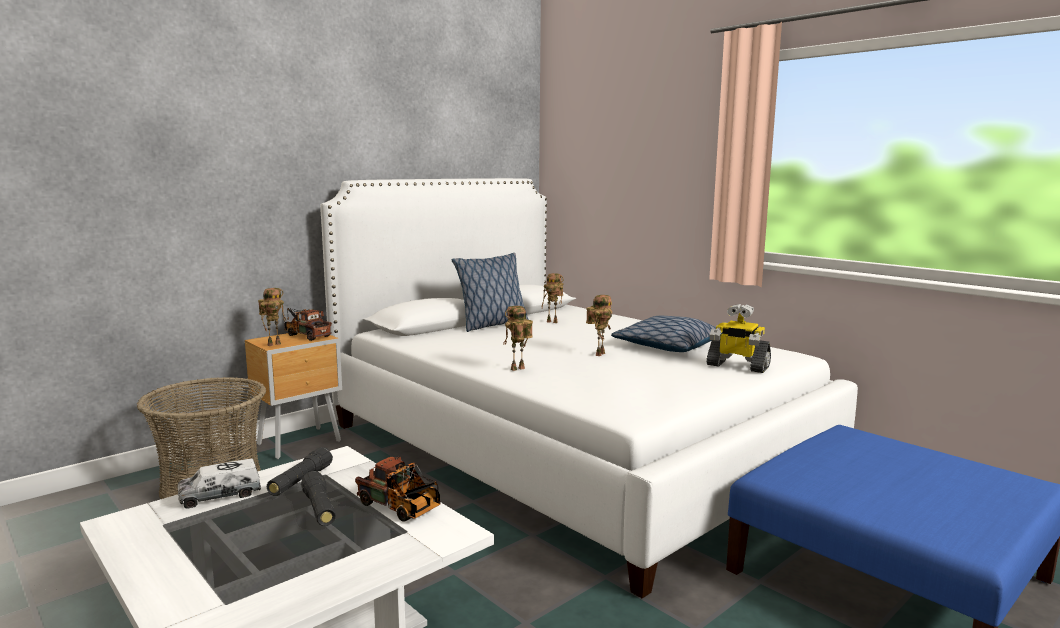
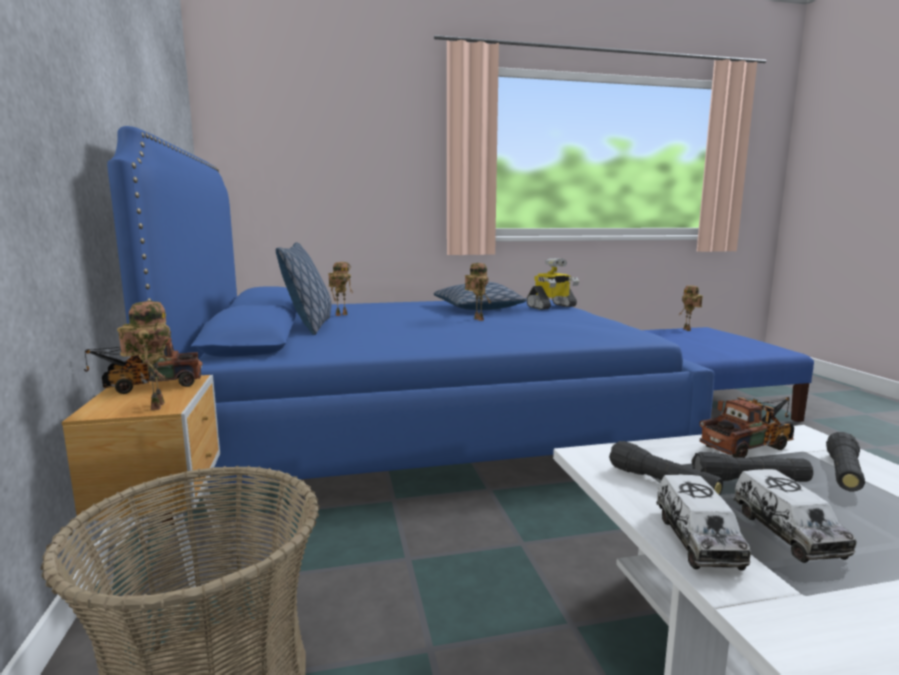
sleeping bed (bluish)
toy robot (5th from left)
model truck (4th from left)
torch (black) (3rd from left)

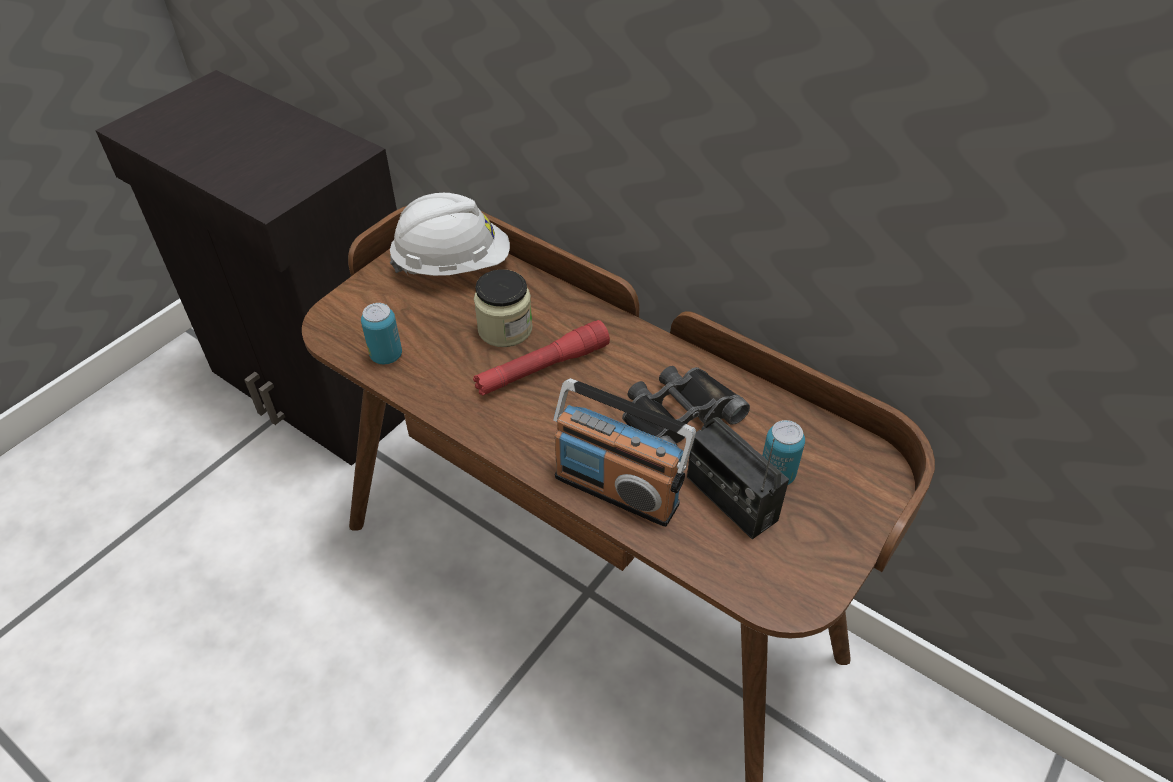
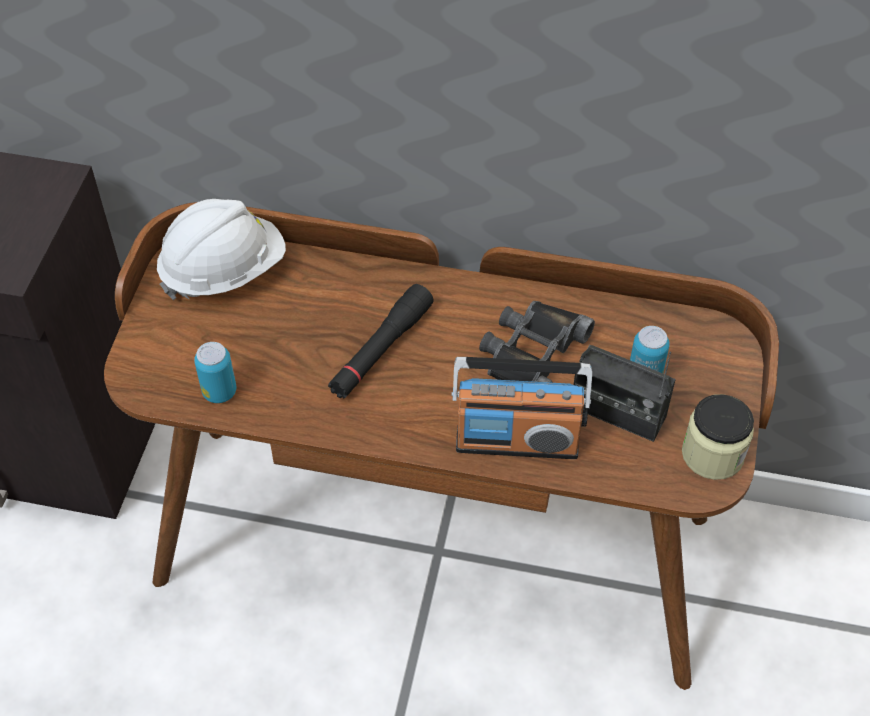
torch (black)
jar

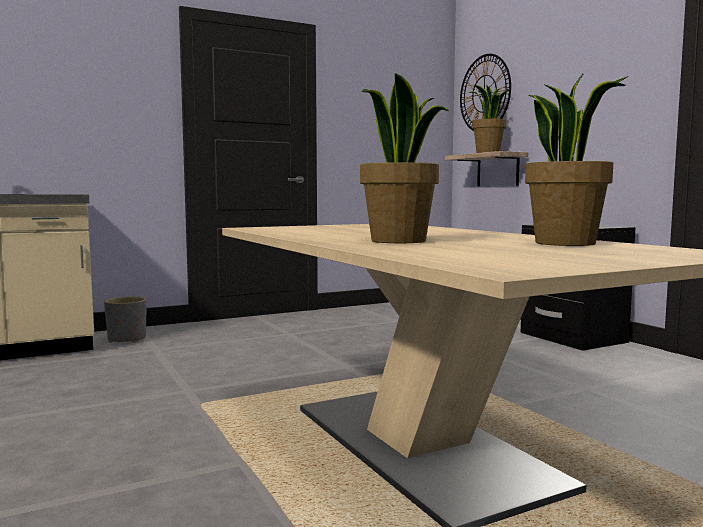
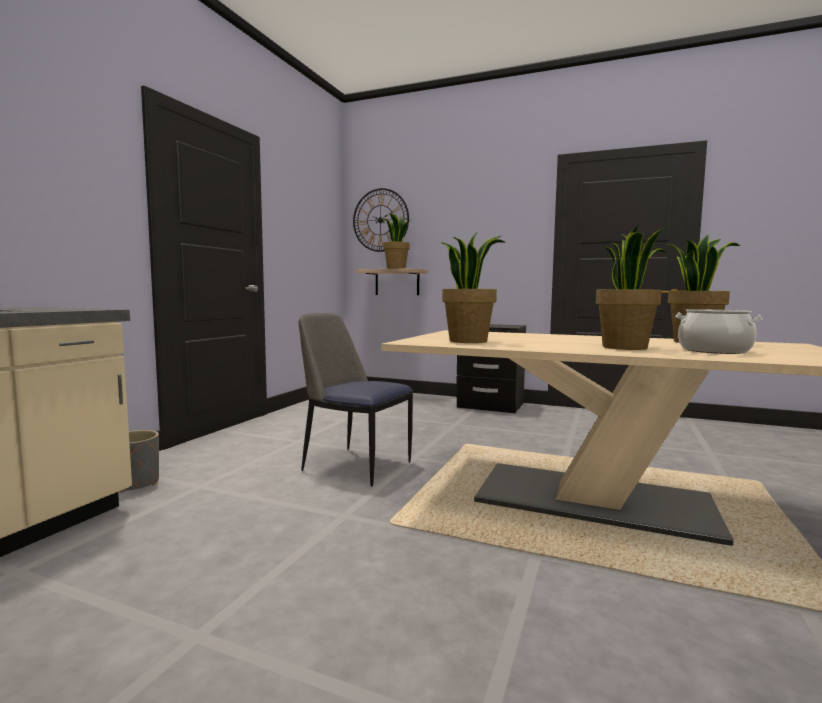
chair
houseplant (2nd from left)
stockpot

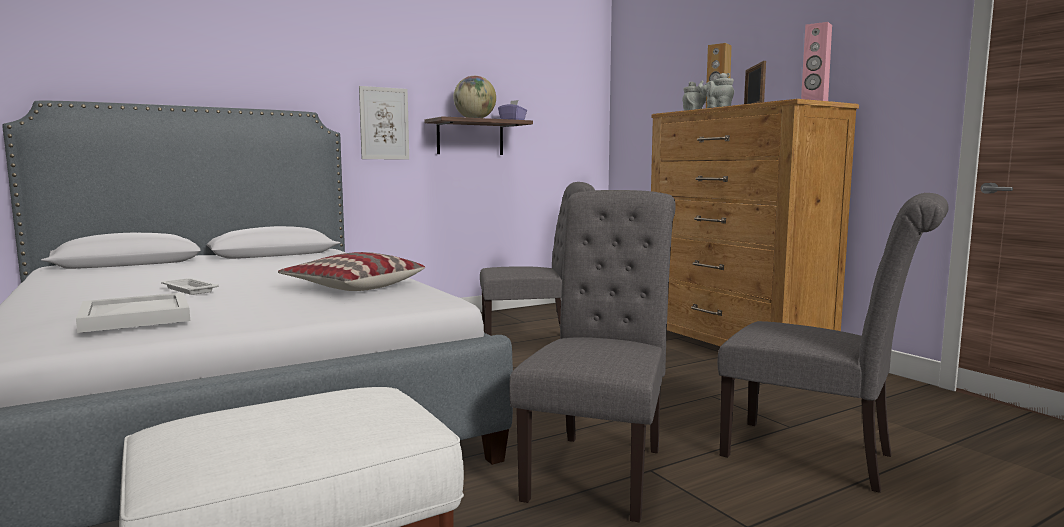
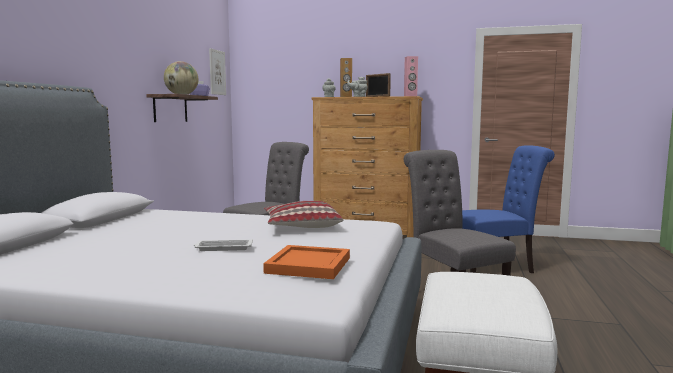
wall art
carrying tray (orange-coloured)
chair (bluish)

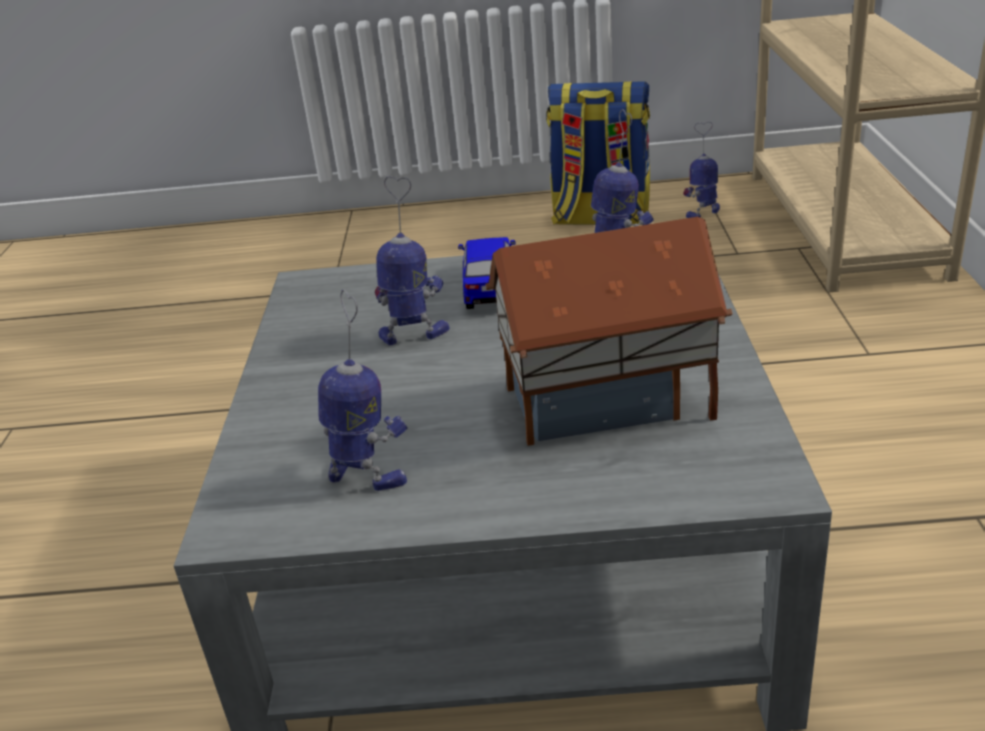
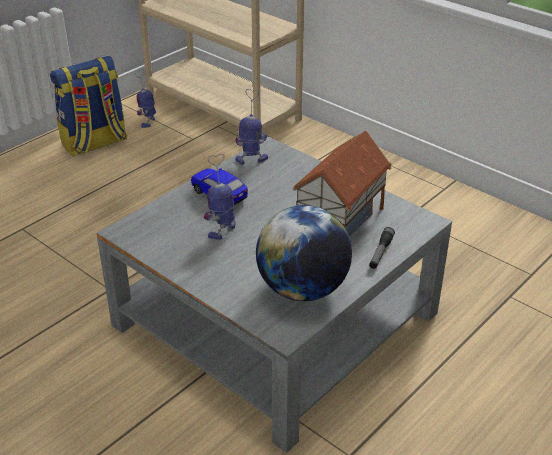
world globe
torch

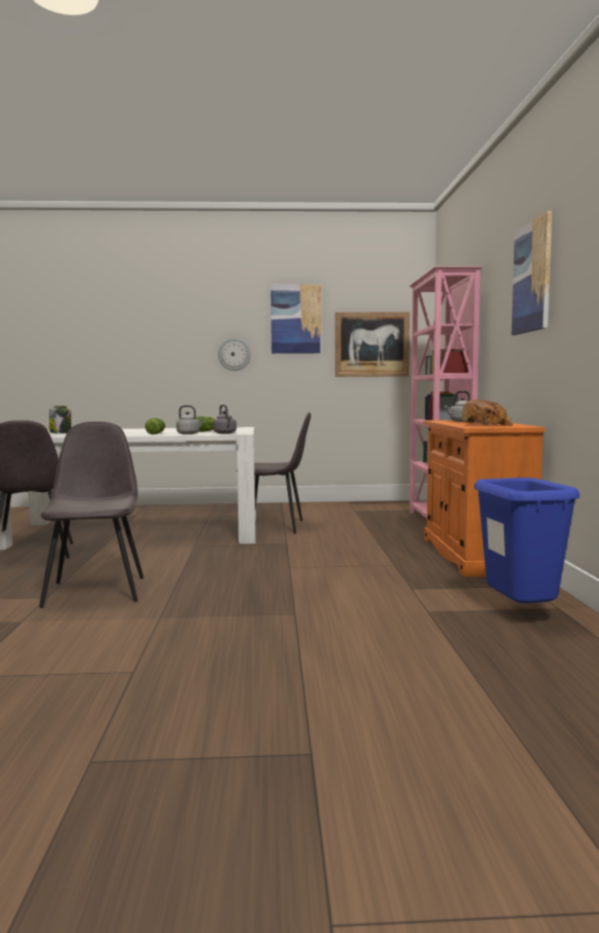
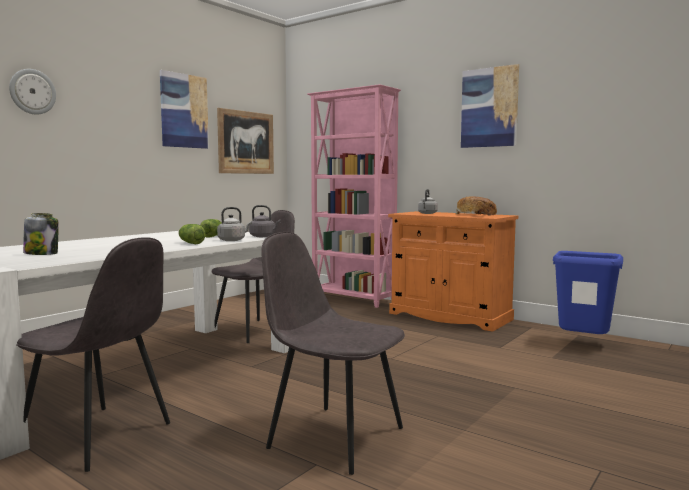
wall clock

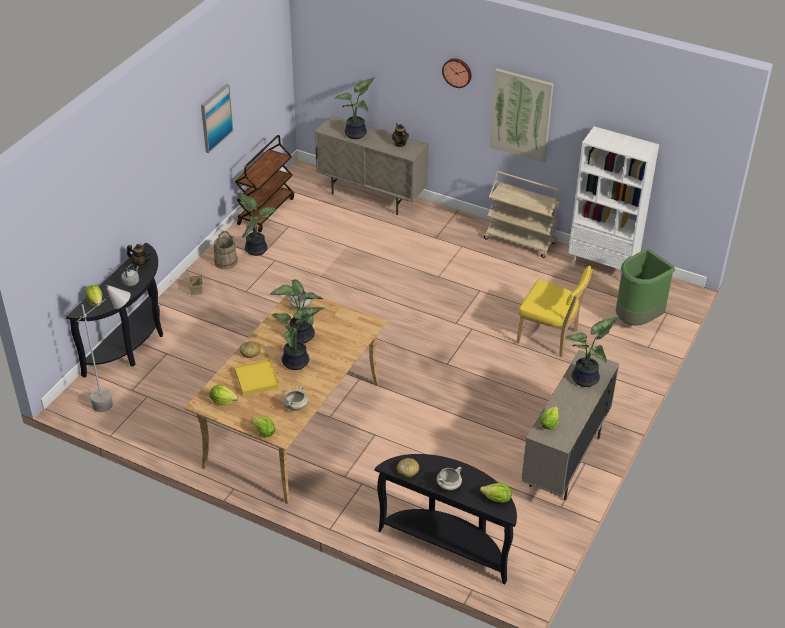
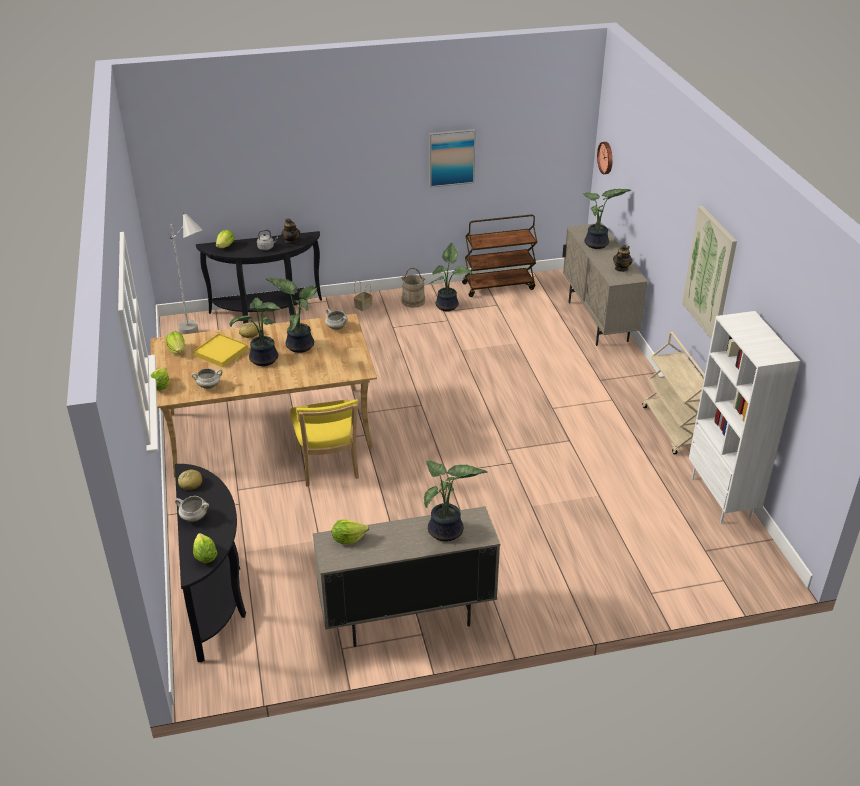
chair (yellowish)
wall clock
rubbish bin (green-coloured)

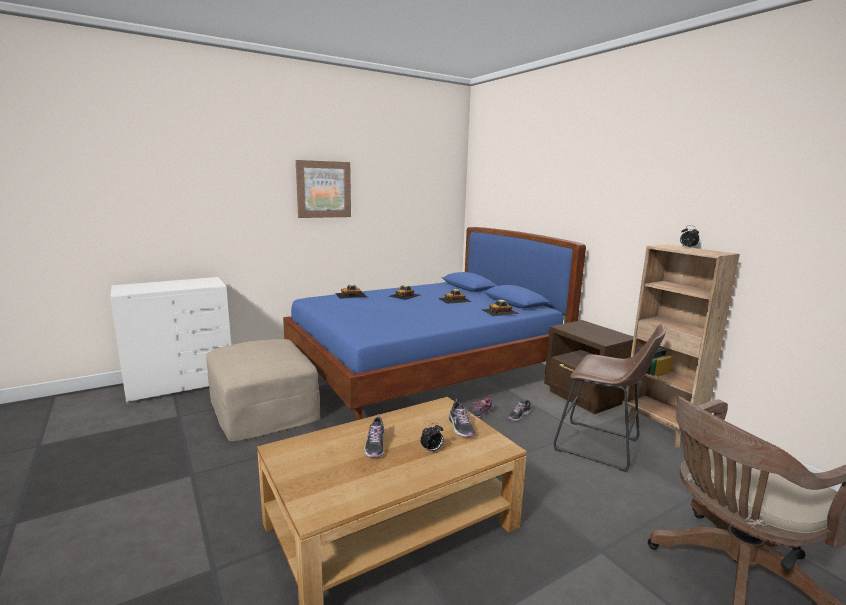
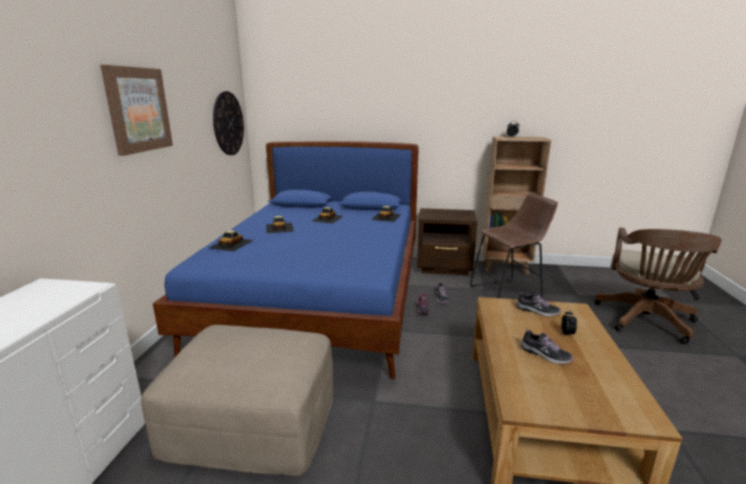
wall clock

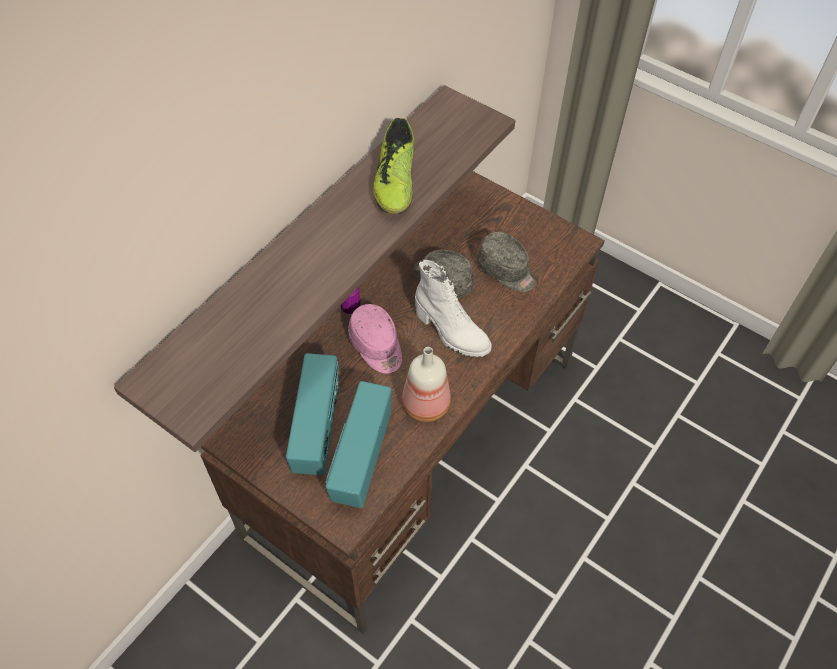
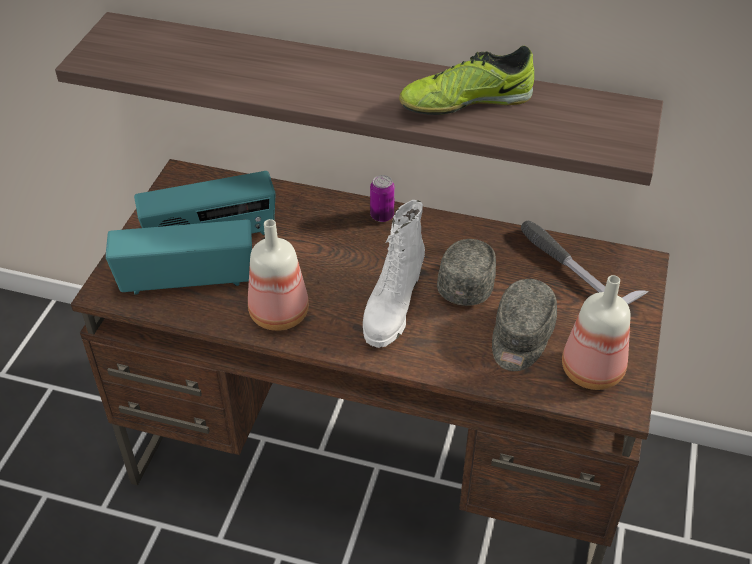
hammer
beverage bottle (2nd from left)
cap (pinkish)

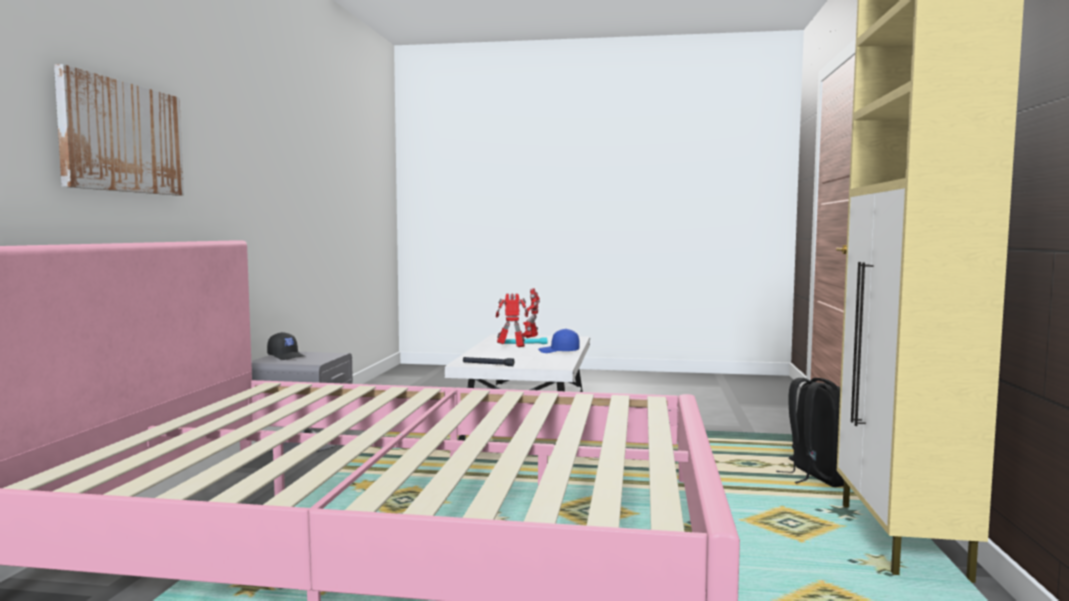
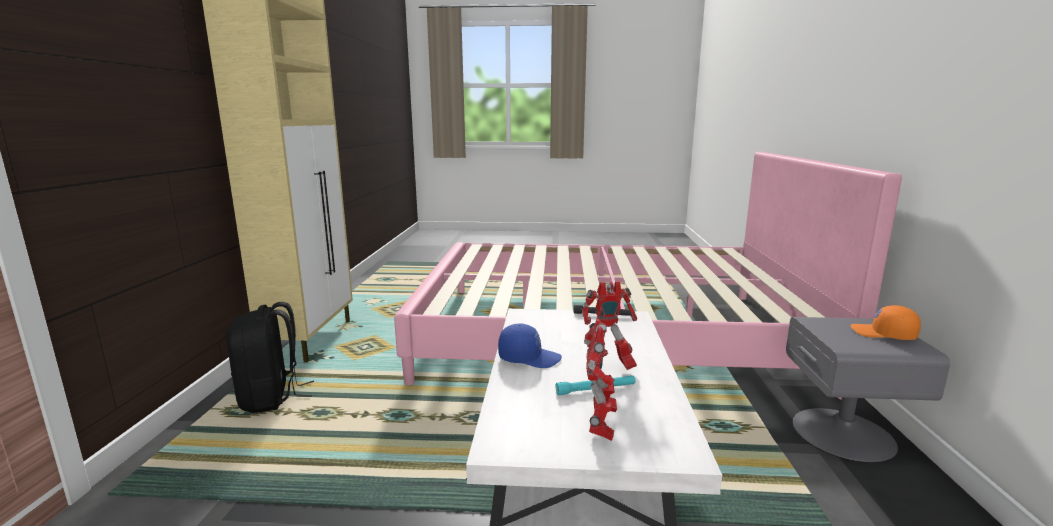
cap (orange-coloured)
wall art

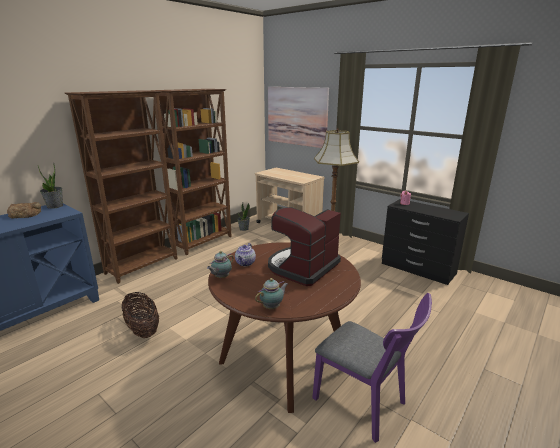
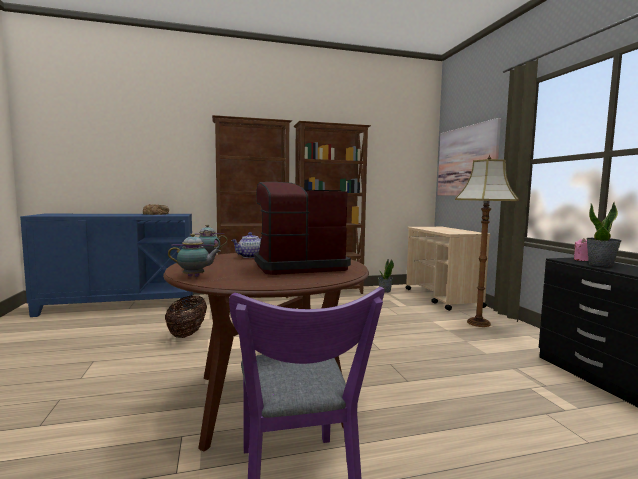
houseplant (2nd from left)

